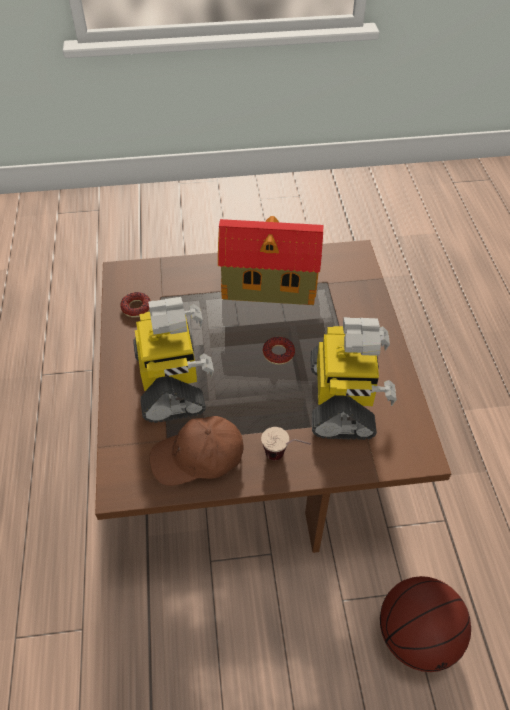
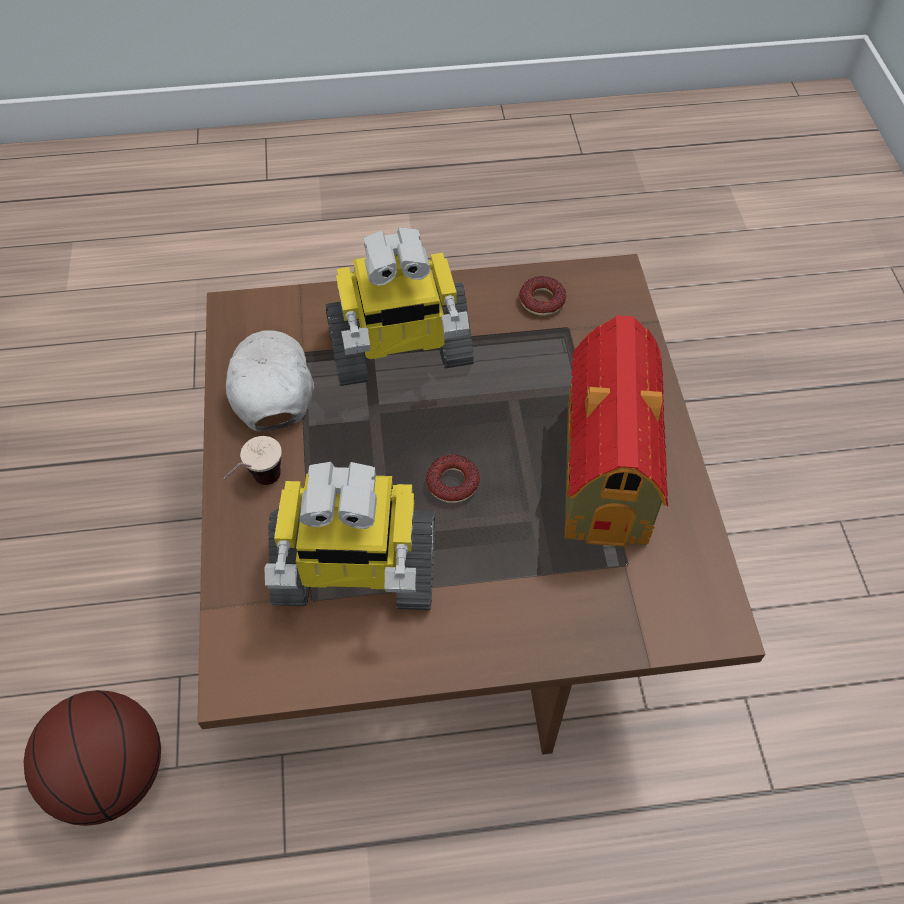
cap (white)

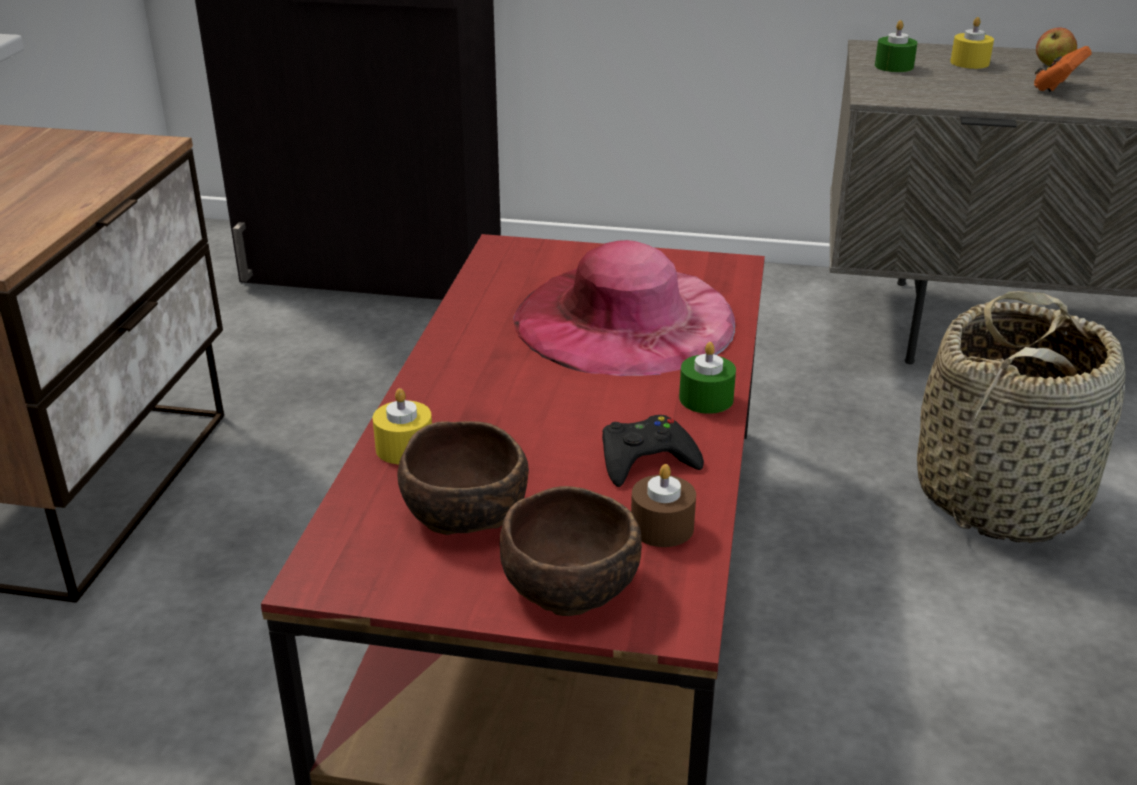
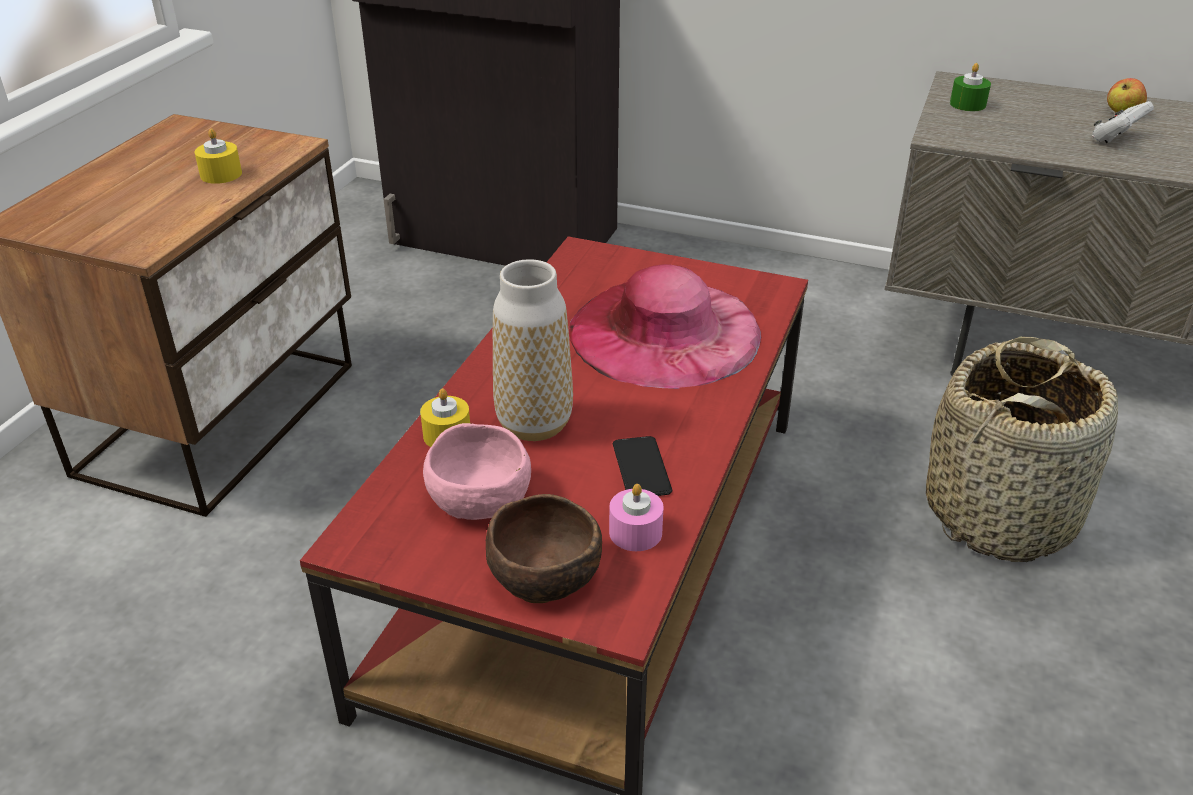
wax light (yellowish) (1st from left)
deep dish (pinkish)
flower vase
wax light (pinkish)
telephone
game controller (white)
wax light (green-coloured) (1st from left in the first image)

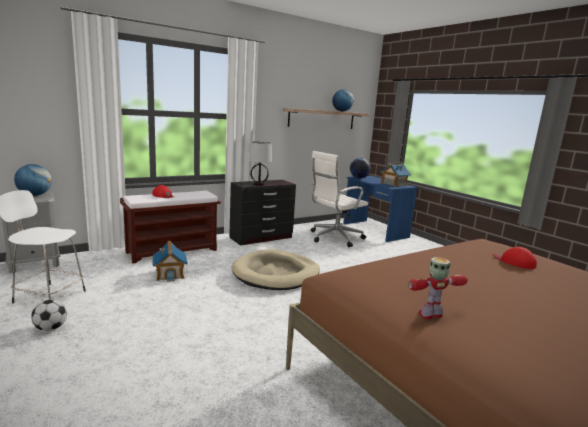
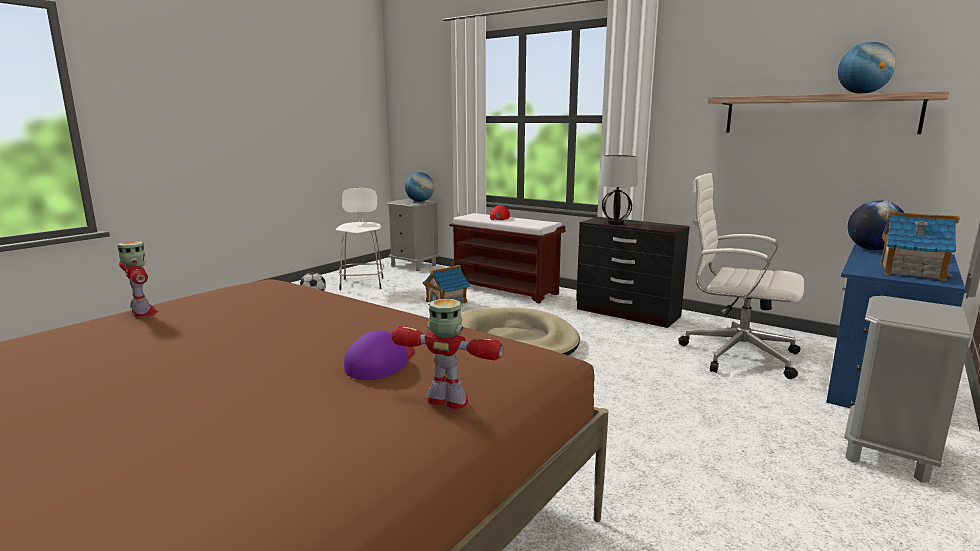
cap (purplish)
toy robot (2nd from left)
bedside table (greyish) (2nd from left)

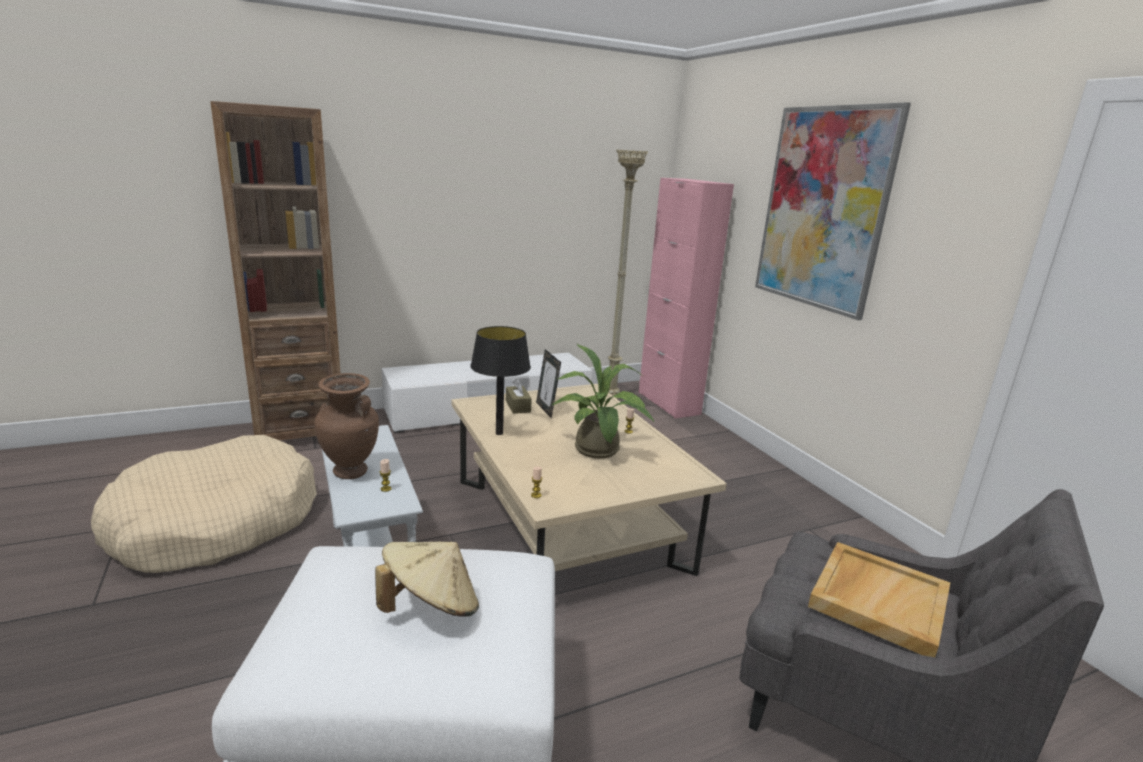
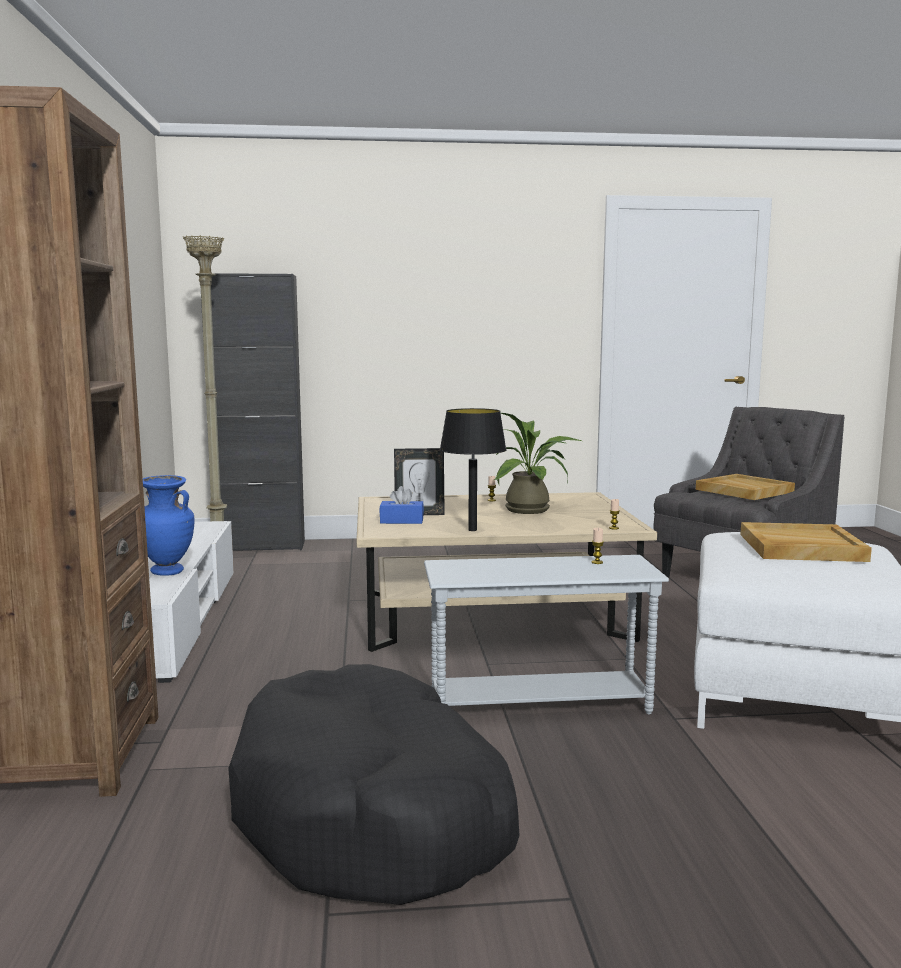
flower vase (bluish)
storage cabinet (black)
pet bed (black)
tissue holder (bluish)
carrying tray (sand-coloured) (2nd from left)
flower vase (brown-coloured)
wall art

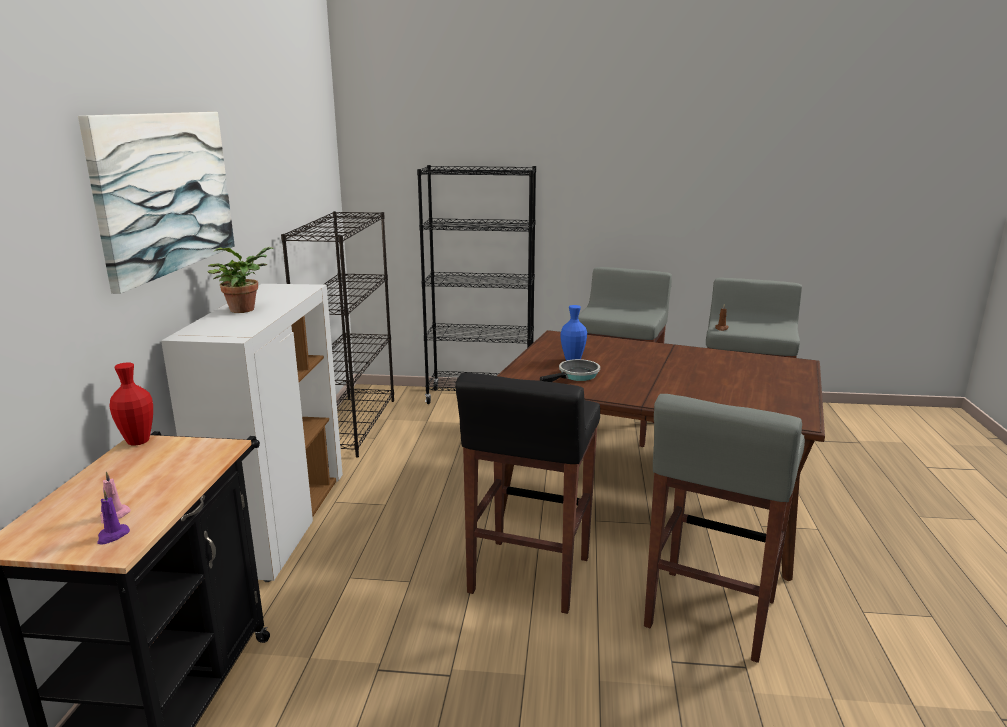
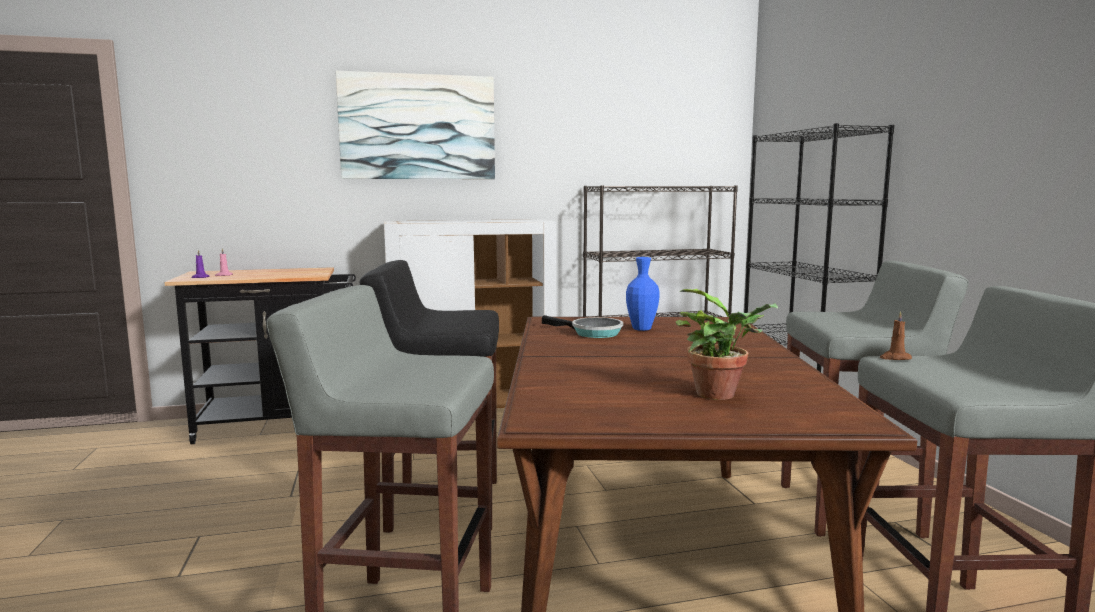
houseplant
flower vase (red-coloured)

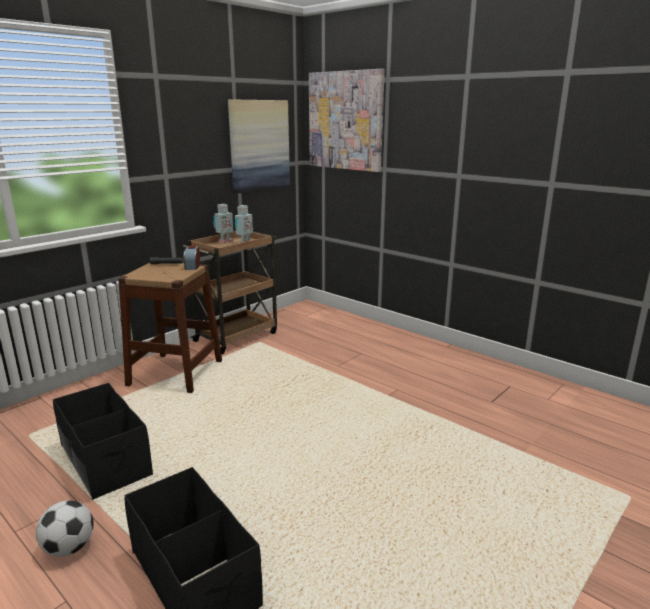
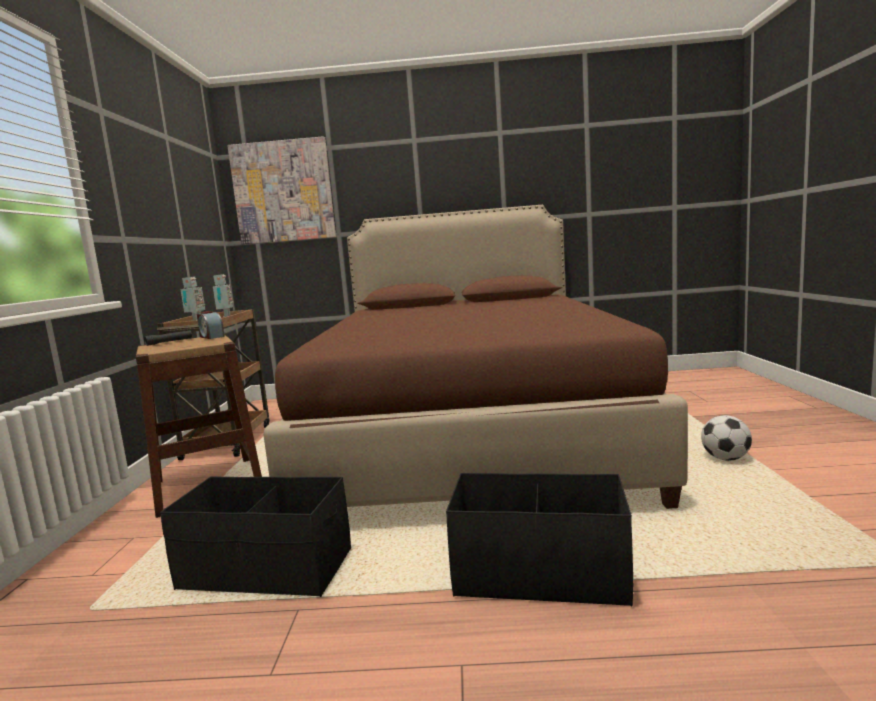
sleeping bed (brown-coloured)
football
wall art (1st from left in the first image)

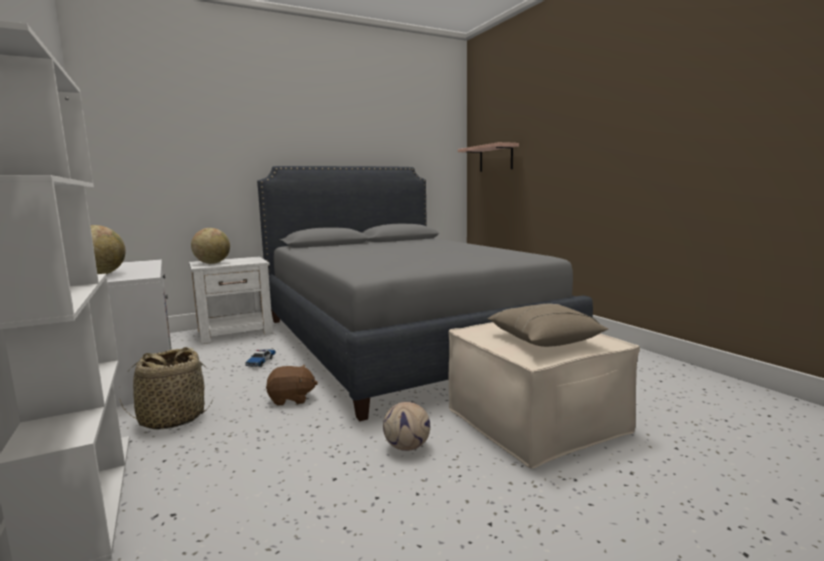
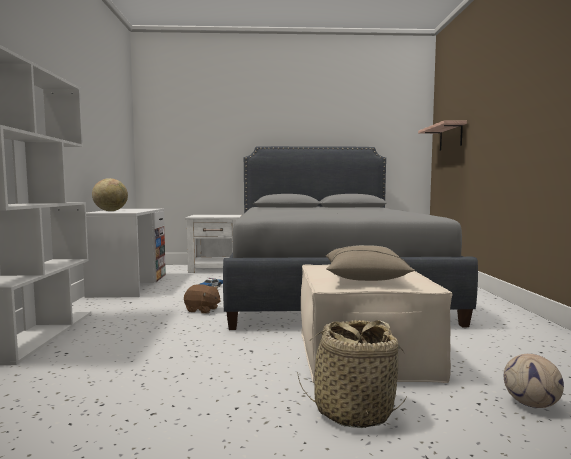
storage basket
football
world globe (2nd from left in the first image)

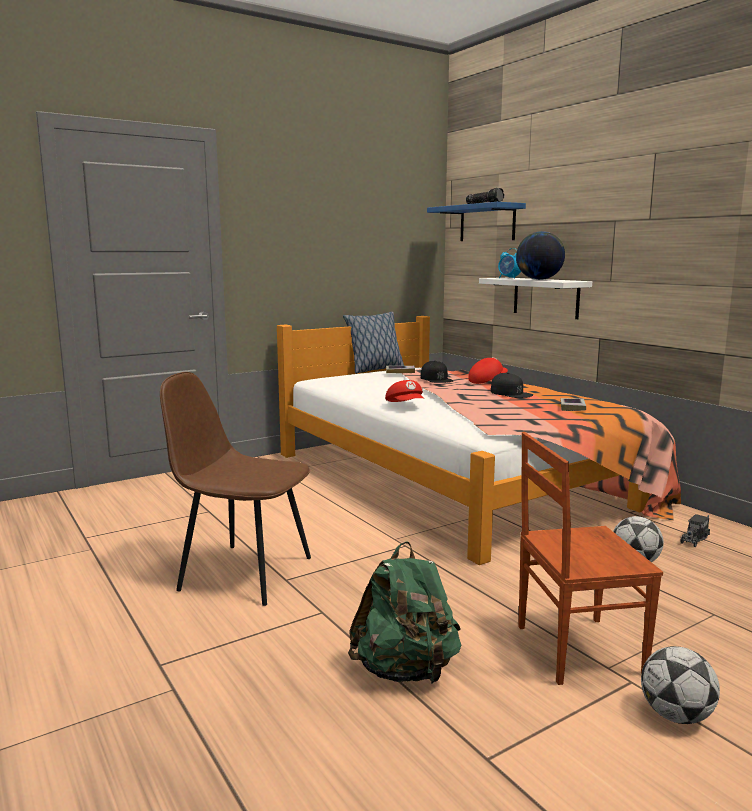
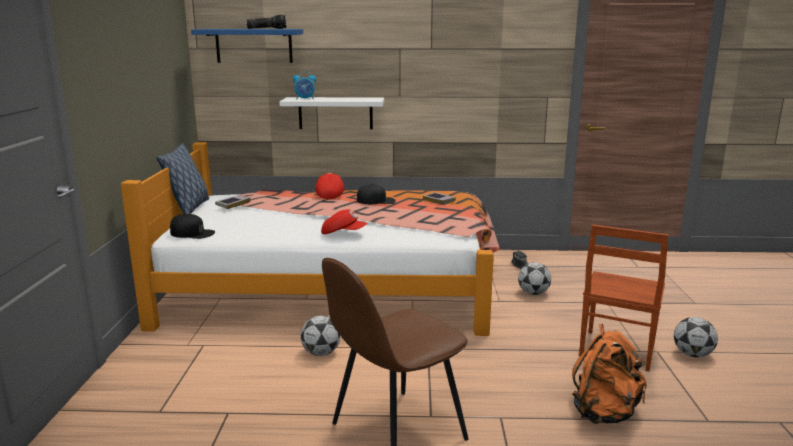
cap (black) (1st from left)
football (1st from left)
rucksack (orange-coloured)
world globe

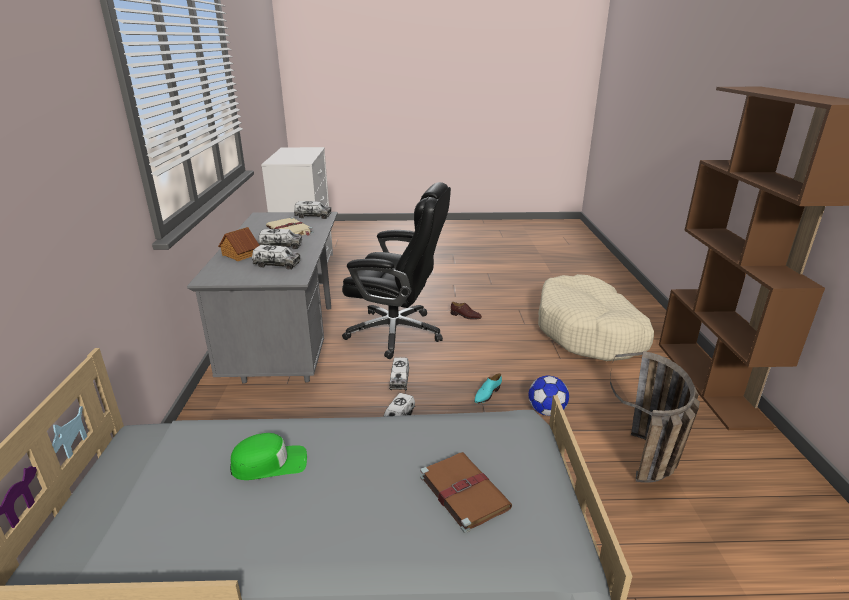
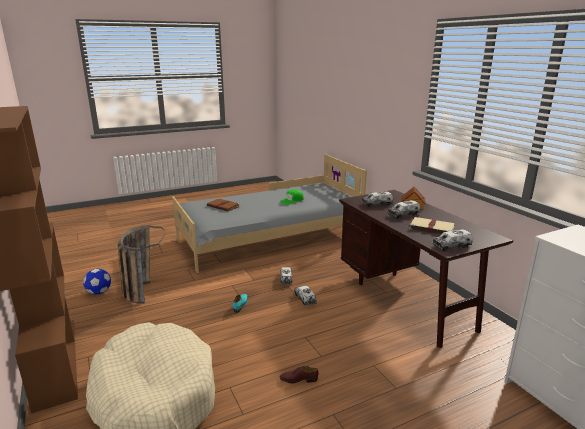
football
desk table (brown-coloured)
office chair (black)

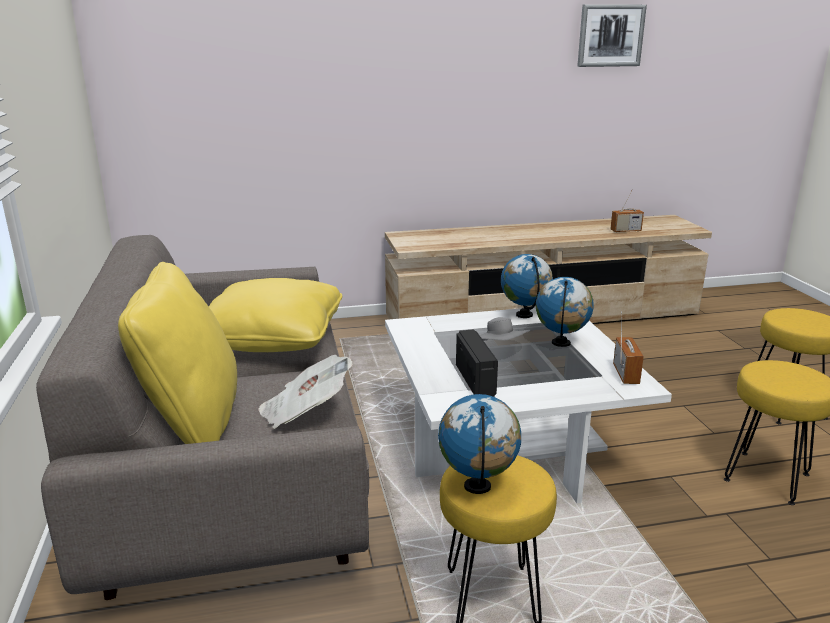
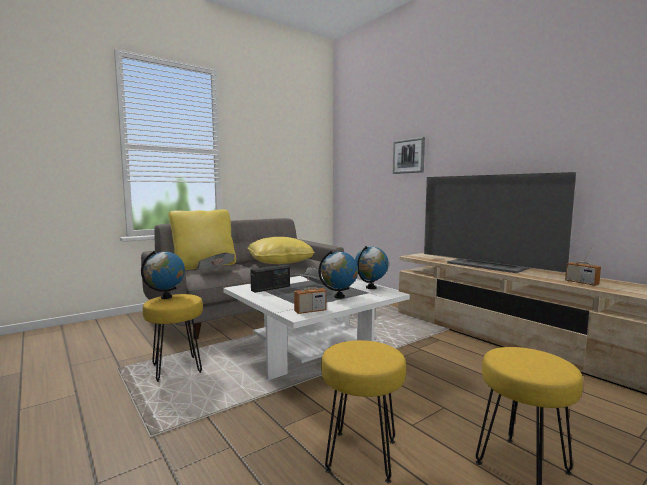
wall art
TV

